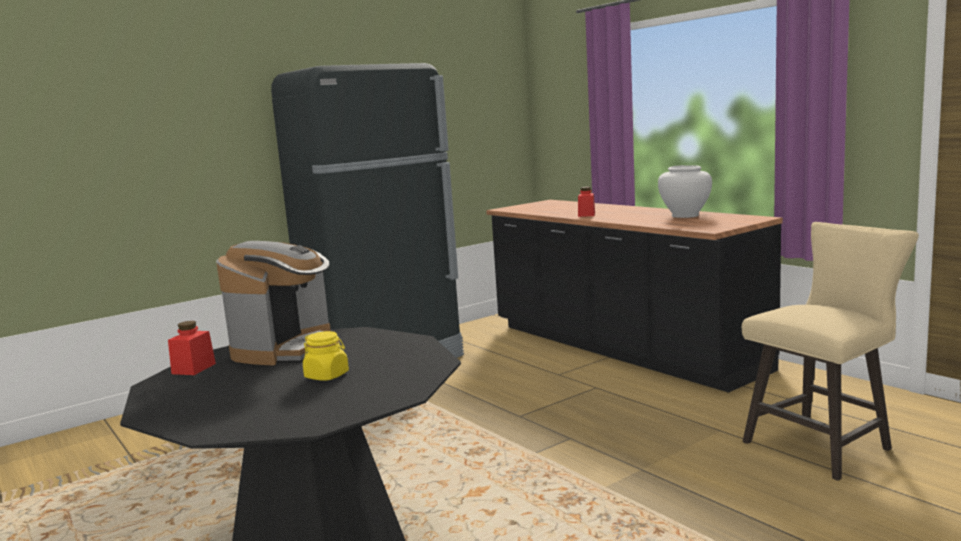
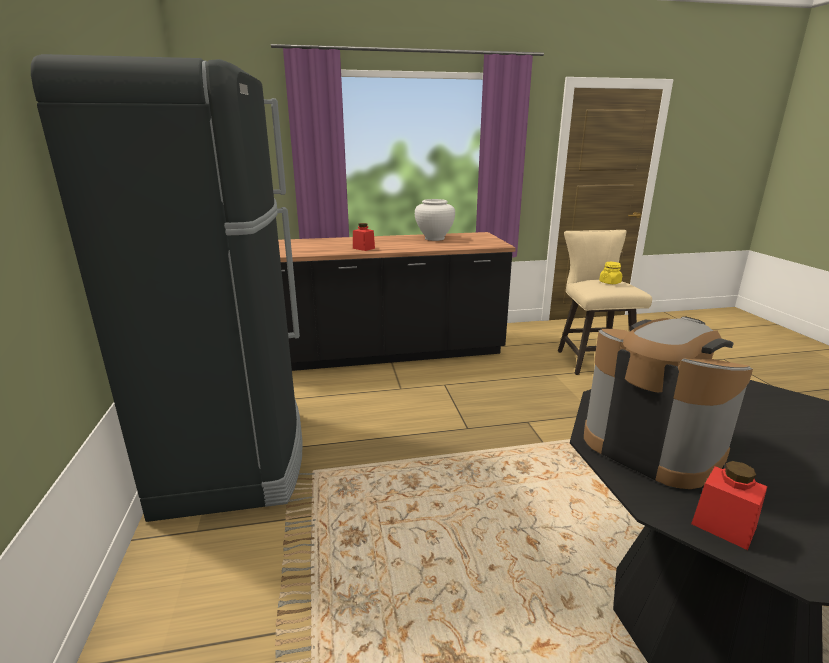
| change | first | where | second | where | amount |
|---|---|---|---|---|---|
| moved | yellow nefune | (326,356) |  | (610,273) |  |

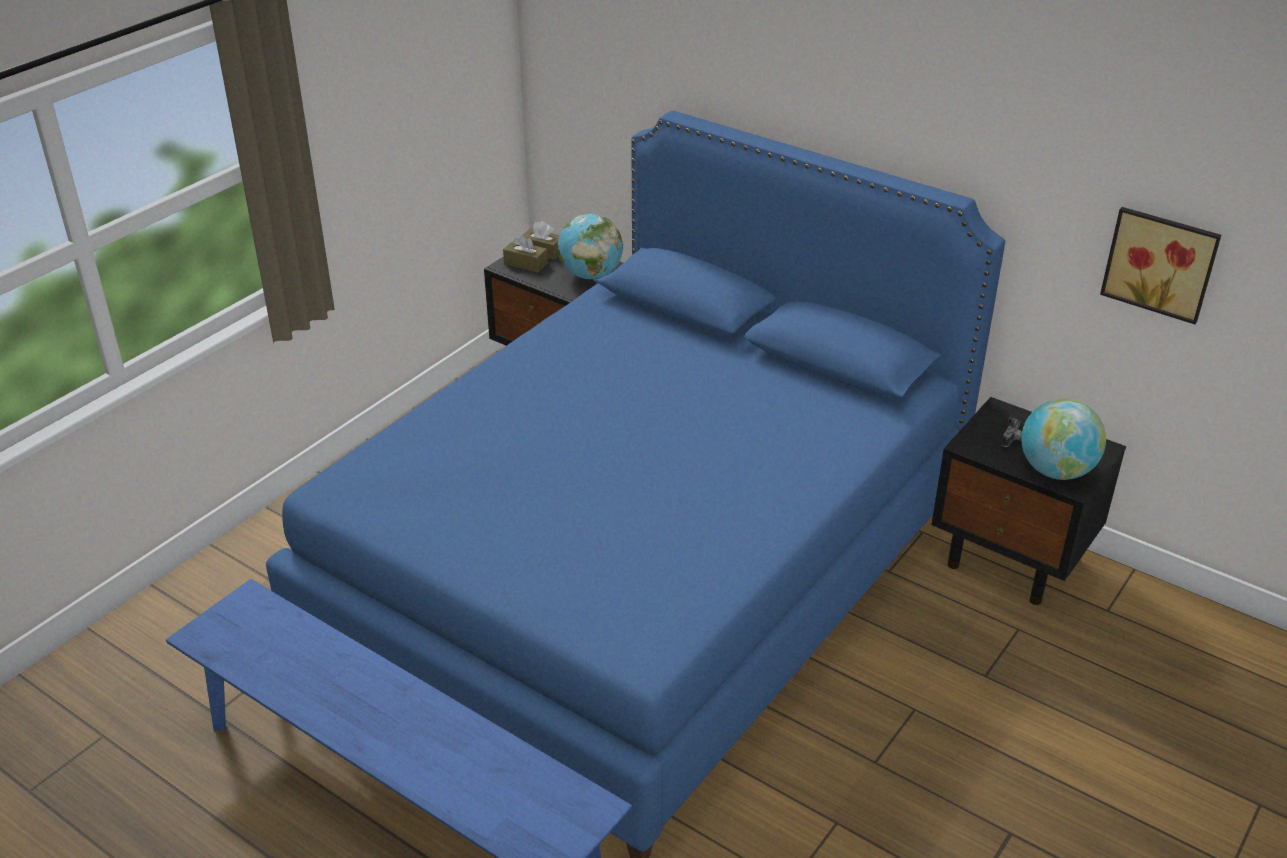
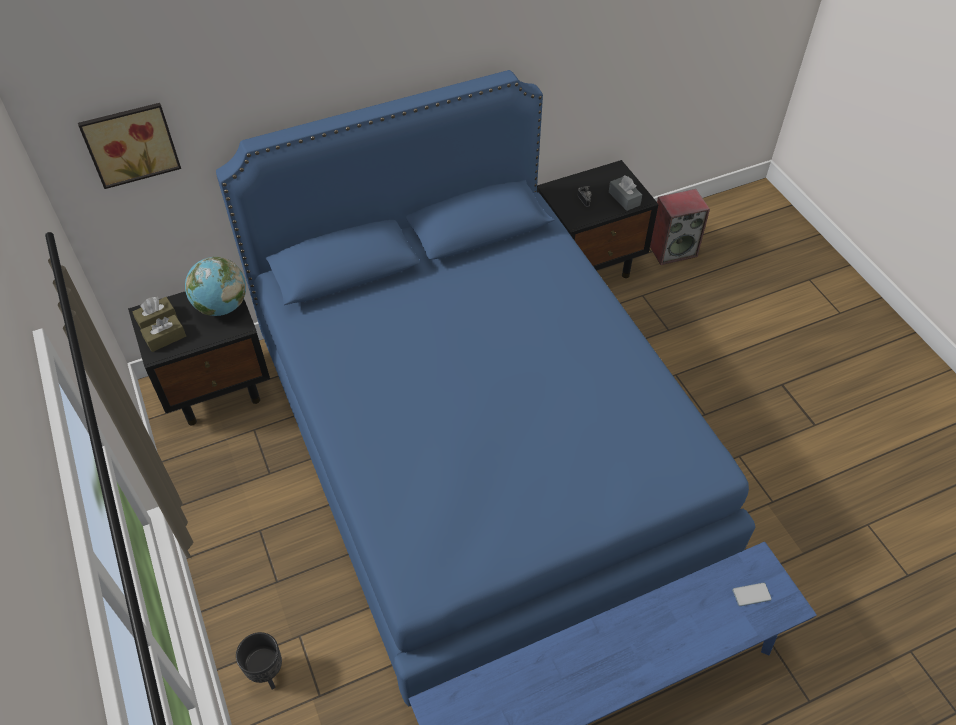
| change | first | where | second | where | amount |
|---|---|---|---|---|---|
| moved | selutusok | (1160,265) |  | (129,146) |  |
| replaced | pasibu | (1063,439) | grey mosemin | (625,193) |  |
| added |  |  | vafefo | (680,227) |  |
| added |  |  | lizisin | (752,594) |  |
| added |  |  | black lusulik | (259,660) |  |

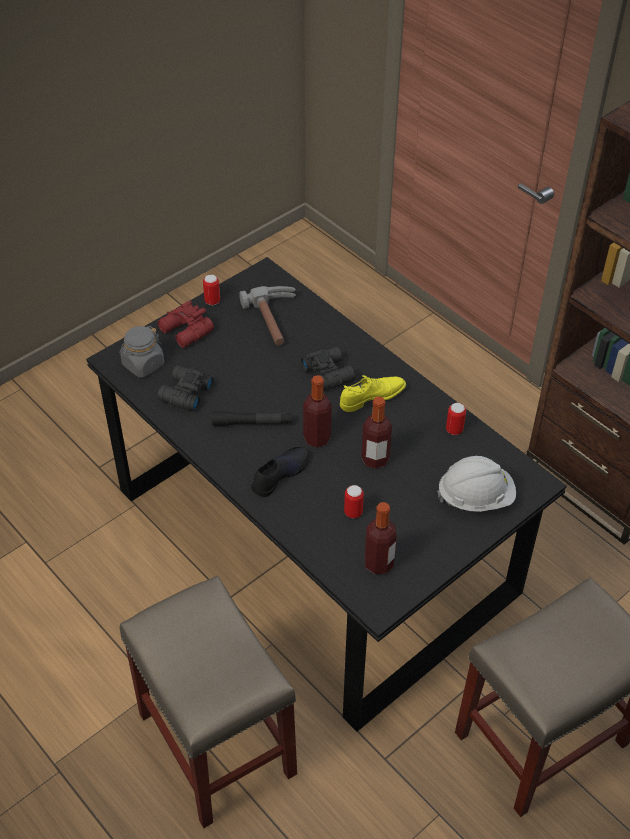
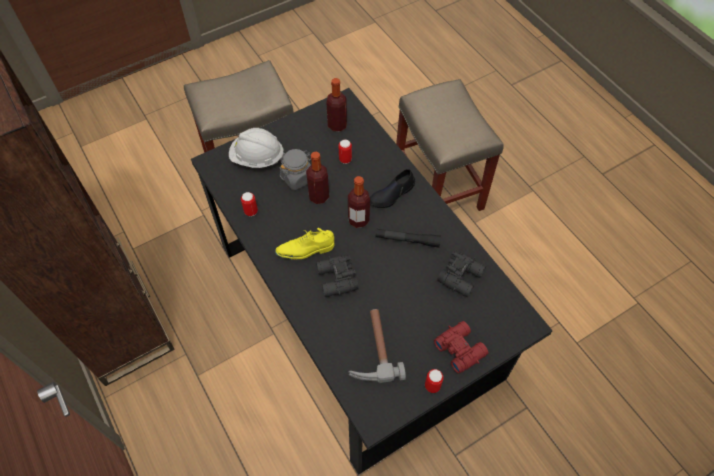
| change | first | where | second | where | amount |
|---|---|---|---|---|---|
| moved | grey nefune | (142,351) |  | (295,169) |  |

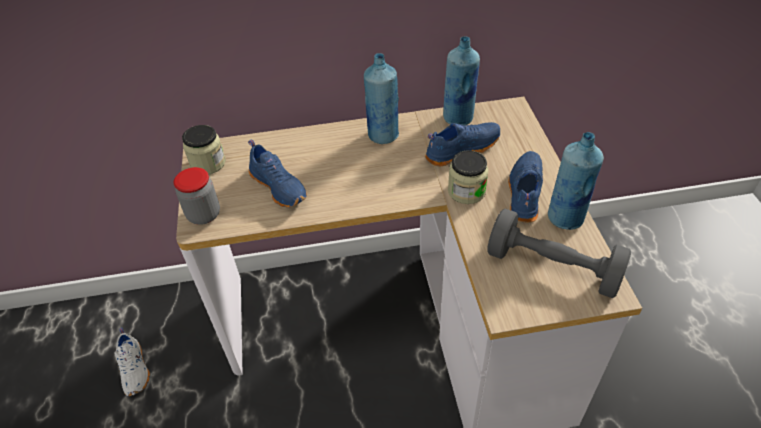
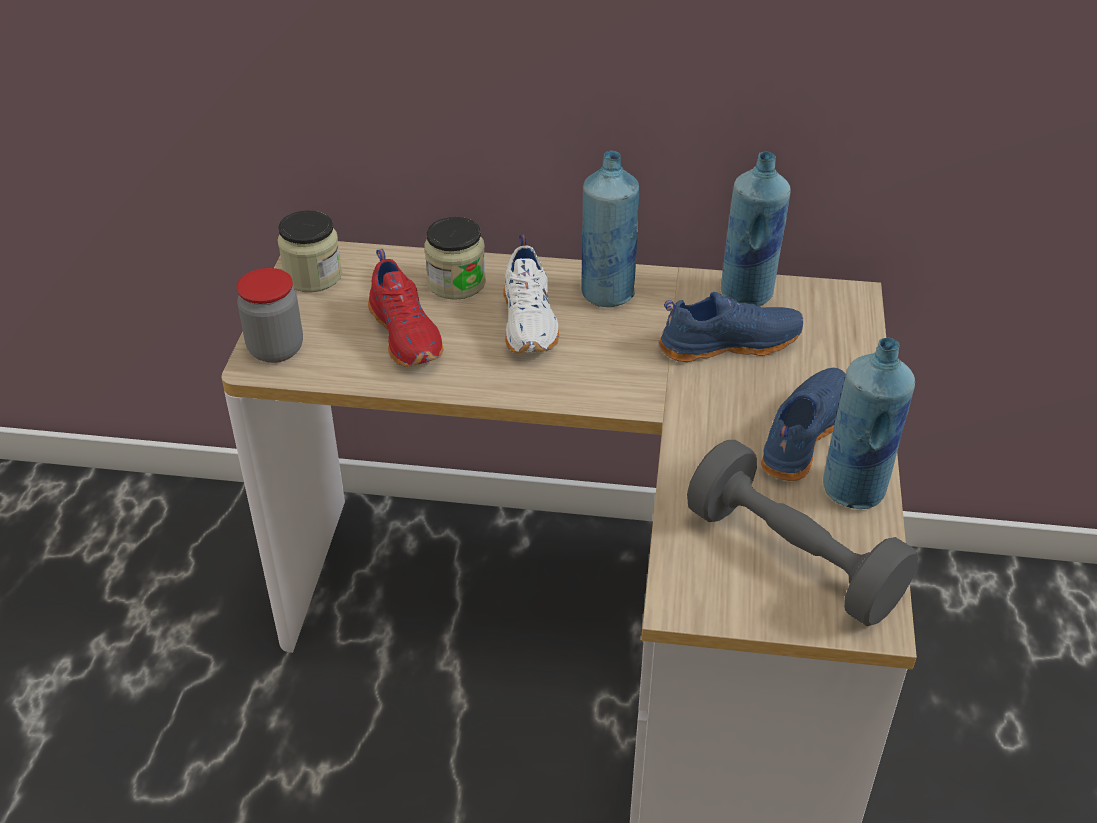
| change | first | where | second | where | amount |
|---|---|---|---|---|---|
| recoloured | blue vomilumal | (277,173) | red vomilumal | (406,308) |  |
| moved | nefune | (468,177) |  | (455,258) |  |
| moved | white vomilumal | (132,362) |  | (531,294) |  |

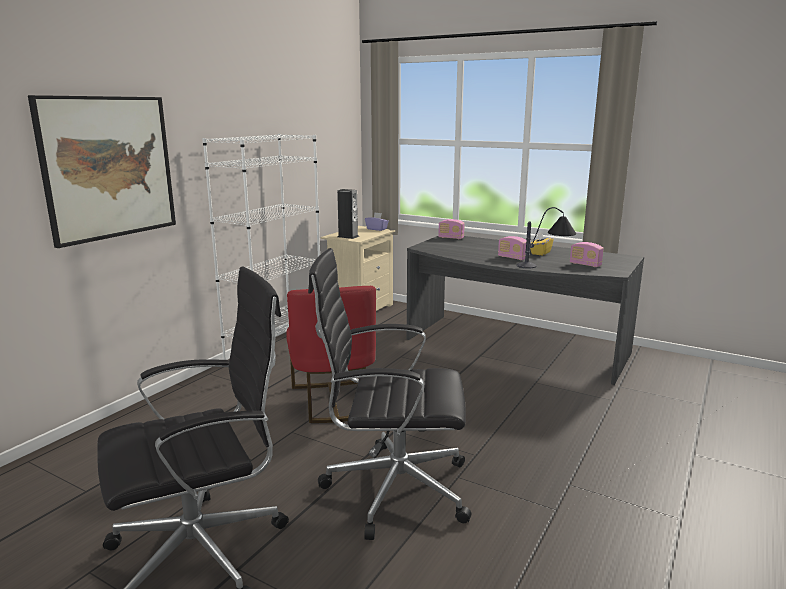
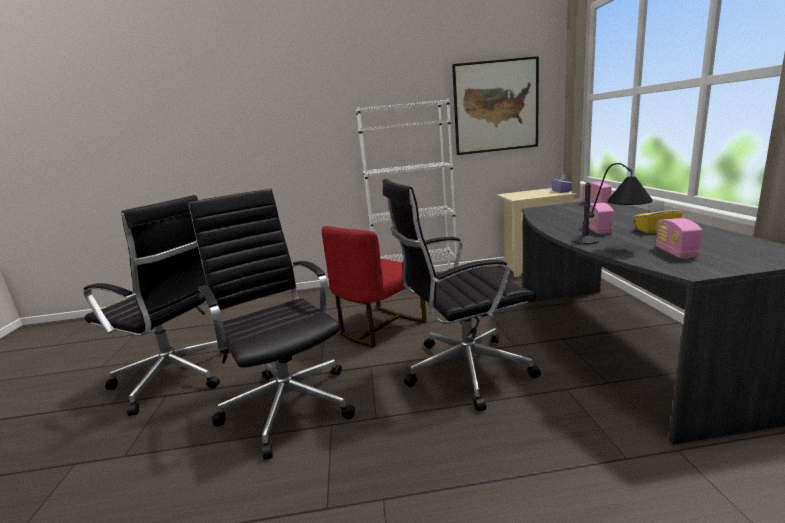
| change | first | where | second | where | amount |
|---|---|---|---|---|---|
| moved | selutusok | (102,171) |  | (495,105) |  |
| removed | vafefo | (348,214) |  |  |  |
| added |  |  | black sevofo | (462,295) |  |

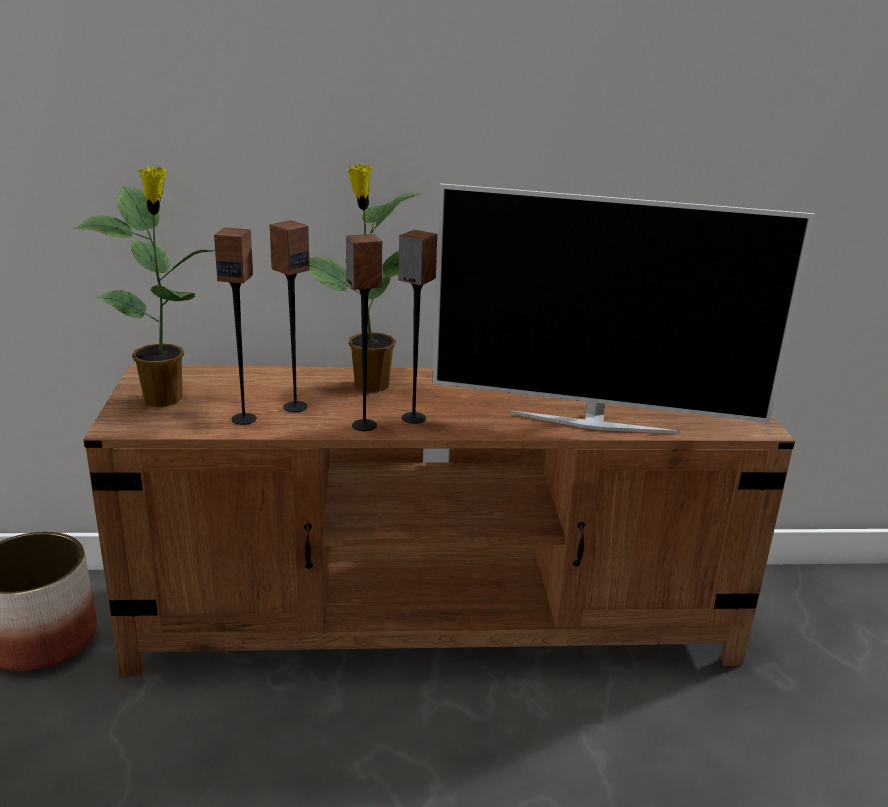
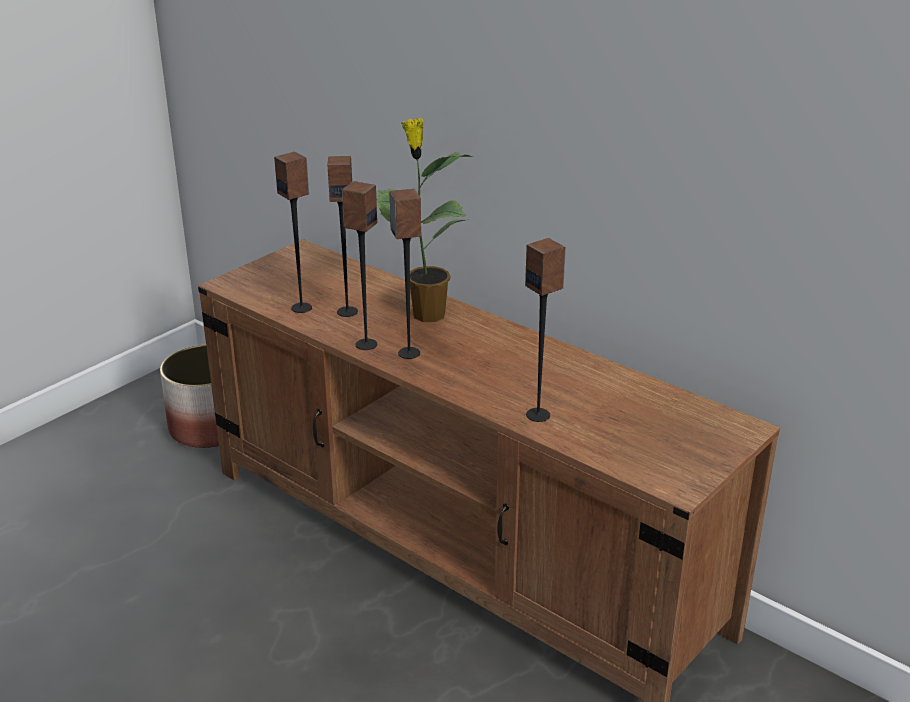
| change | first | where | second | where | amount |
|---|---|---|---|---|---|
| removed | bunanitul | (144,286) |  |  |  |
| replaced | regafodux | (623,308) | vafefo | (545,330) |  |

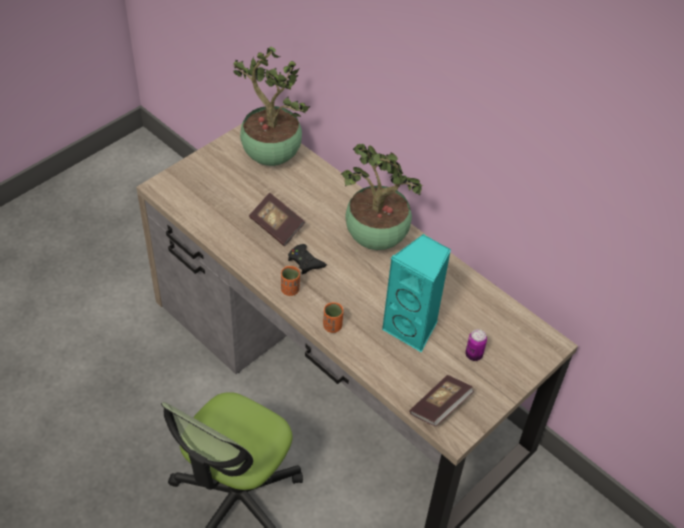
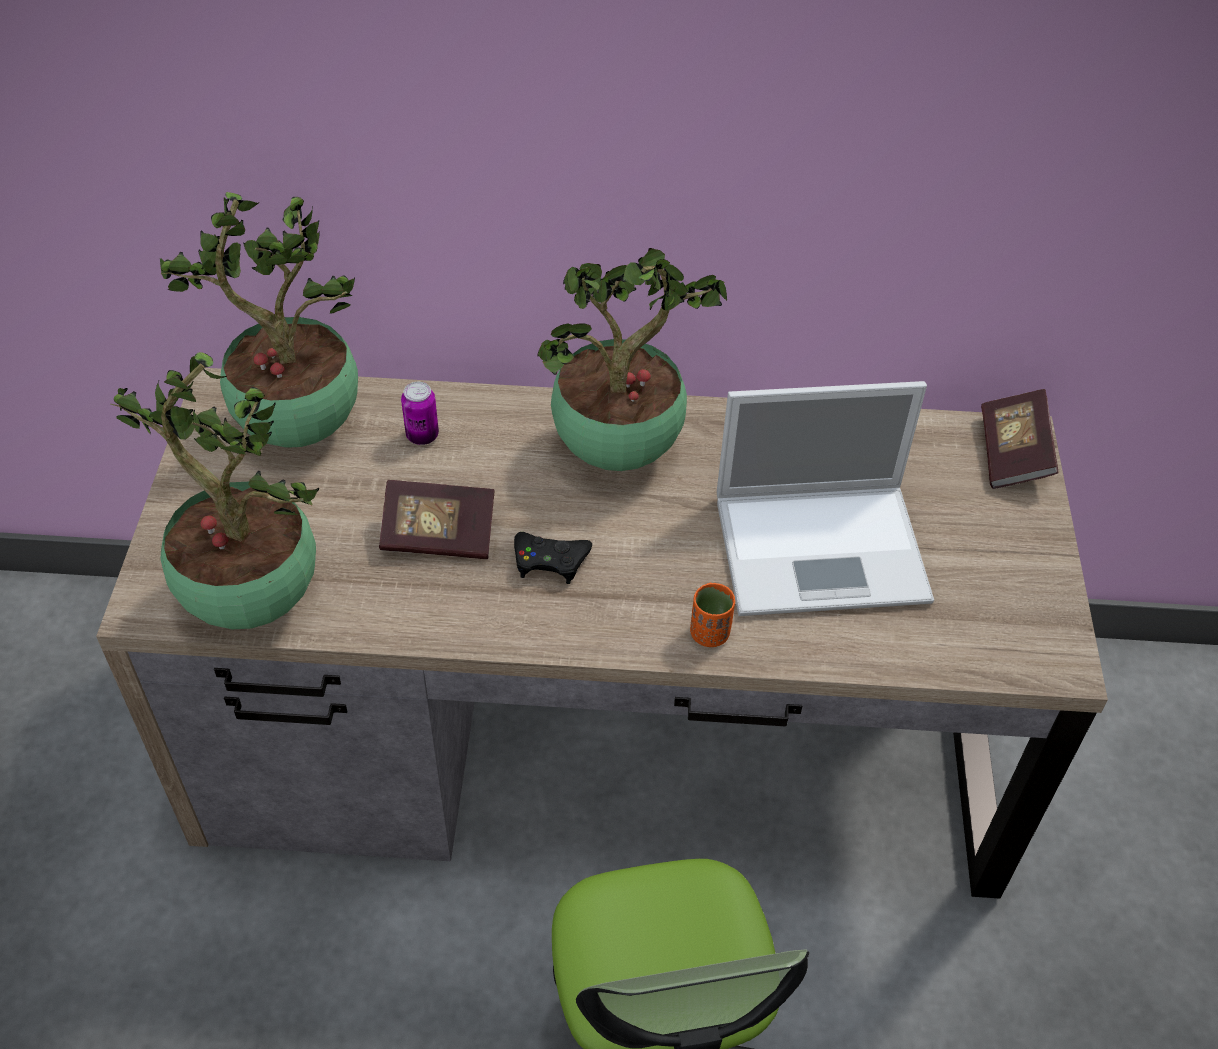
| change | first | where | second | where | amount |
|---|---|---|---|---|---|
| replaced | turquoise vafefo | (416,293) | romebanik | (825,498) |  |
| removed | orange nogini | (290,281) |  |  |  |
| moved | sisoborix | (476,345) |  | (420,413) |  |
| moved | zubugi | (442,401) |  | (1019,439) |  |
| added |  |  | bunanitul | (214,490) |  |

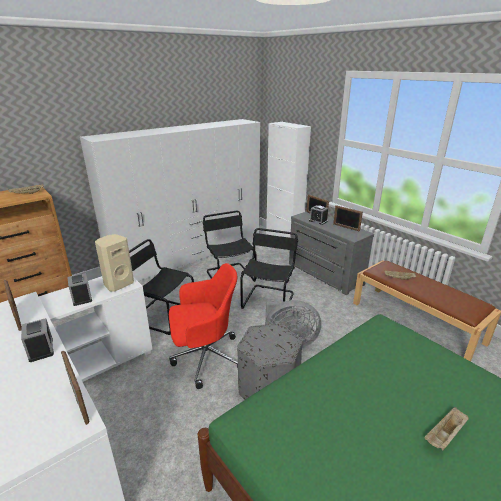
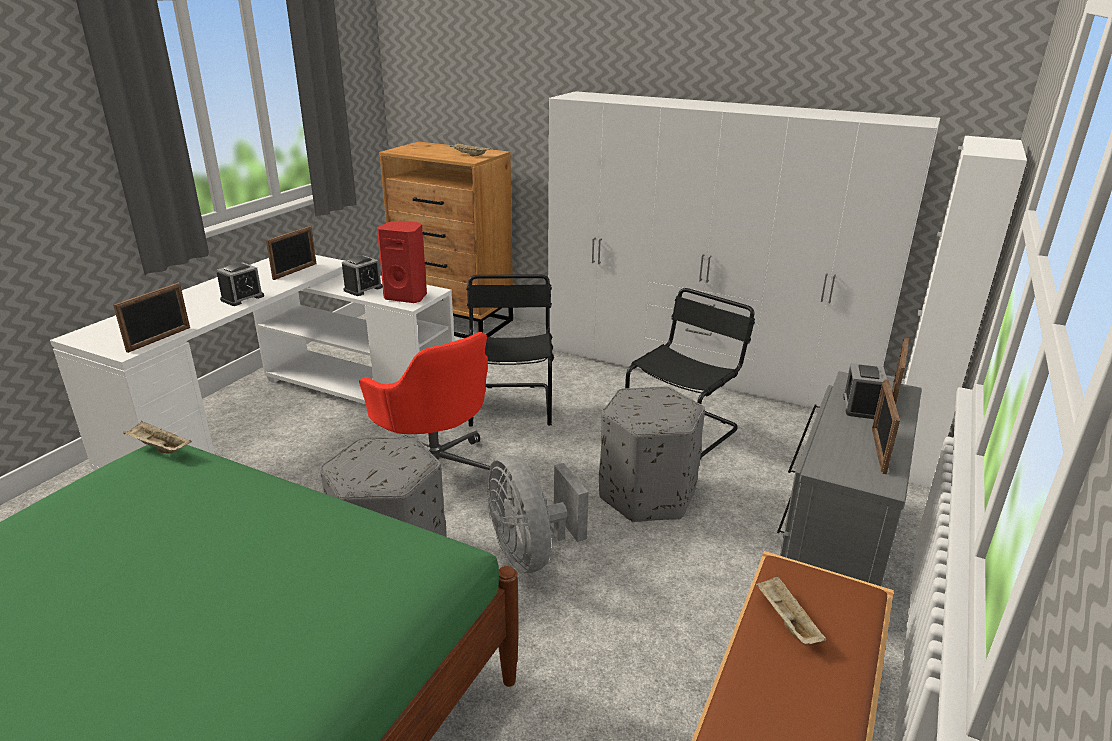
| change | first | where | second | where | amount |
|---|---|---|---|---|---|
| replaced | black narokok | (269,268) | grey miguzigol | (652,455) |  |
| recoloured | beige vafefo | (114,263) | red vafefo | (402,262) |  |
| moved | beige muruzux | (446,428) |  | (157,437) |  |

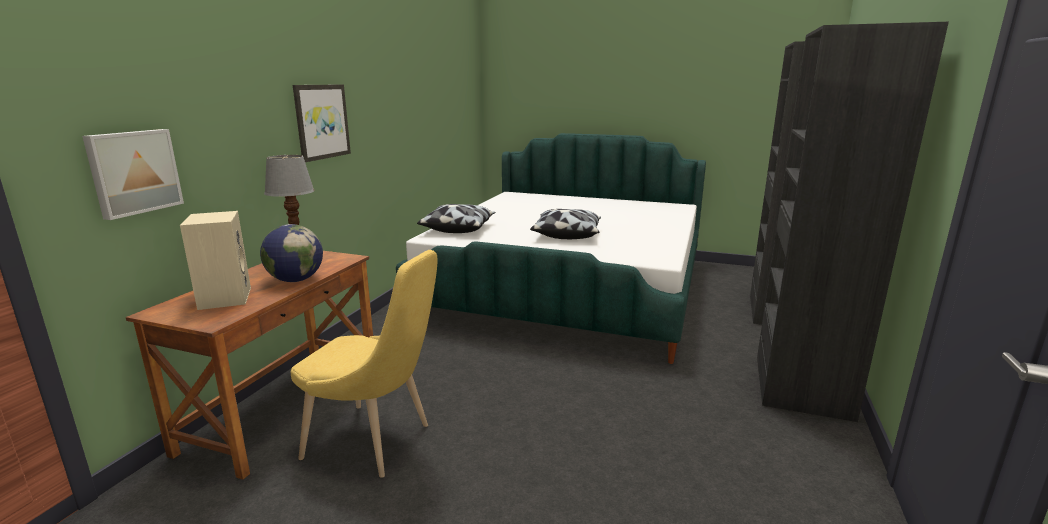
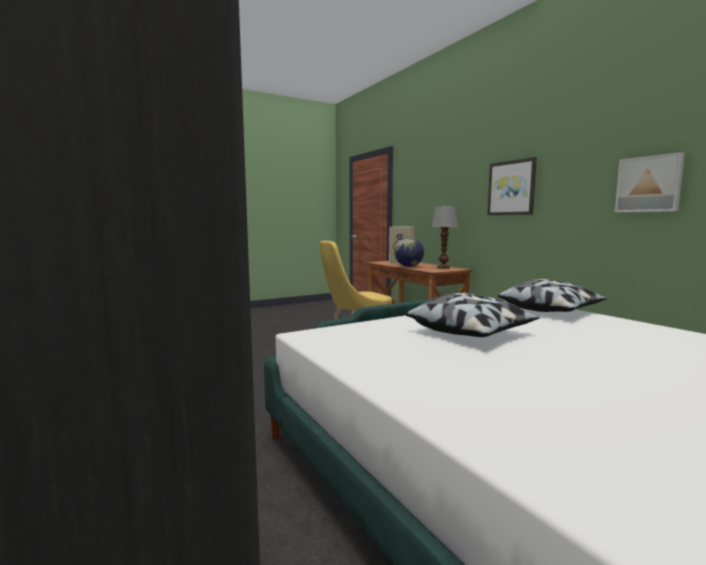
| change | first | where | second | where | amount |
|---|---|---|---|---|---|
| moved | selutusok | (133,174) |  | (650,182) |  |

